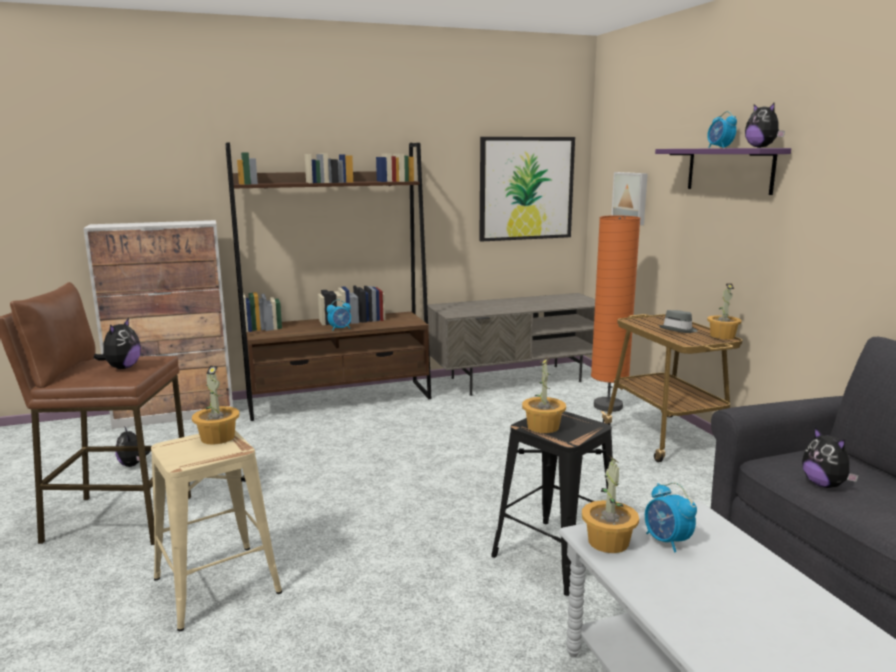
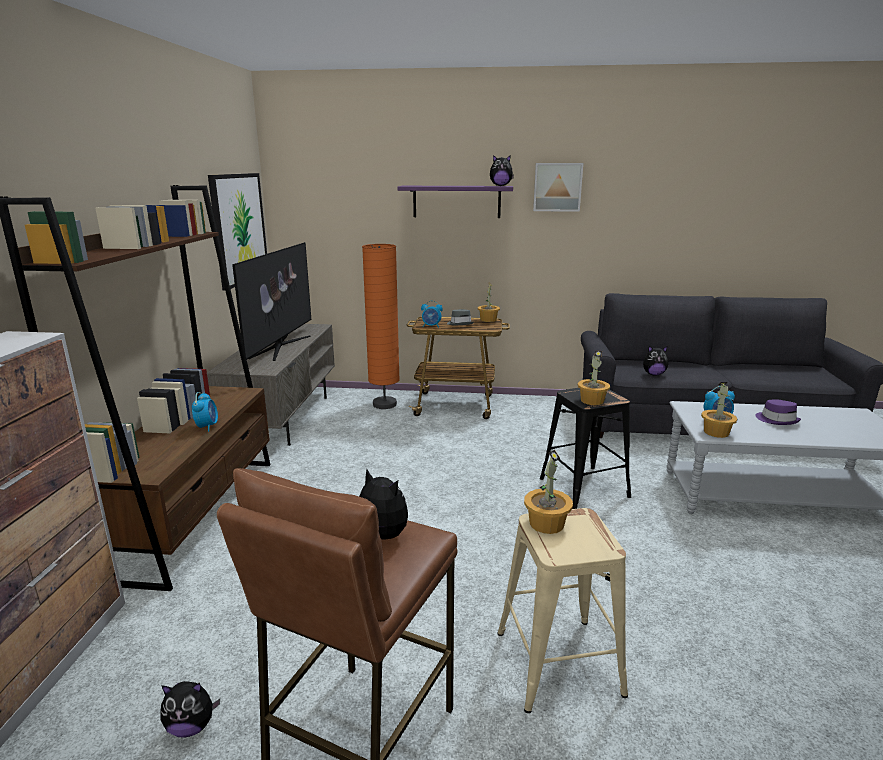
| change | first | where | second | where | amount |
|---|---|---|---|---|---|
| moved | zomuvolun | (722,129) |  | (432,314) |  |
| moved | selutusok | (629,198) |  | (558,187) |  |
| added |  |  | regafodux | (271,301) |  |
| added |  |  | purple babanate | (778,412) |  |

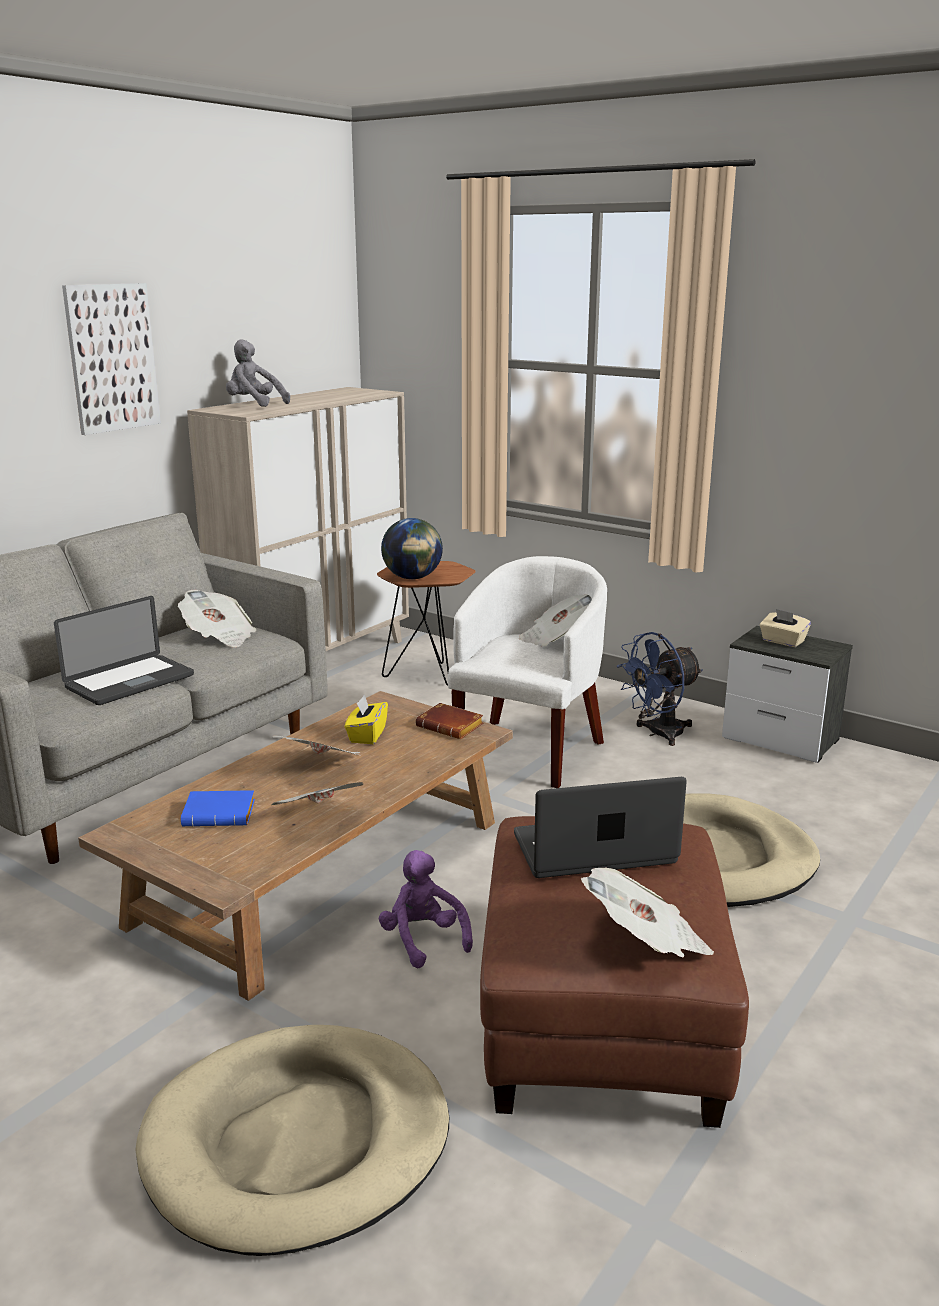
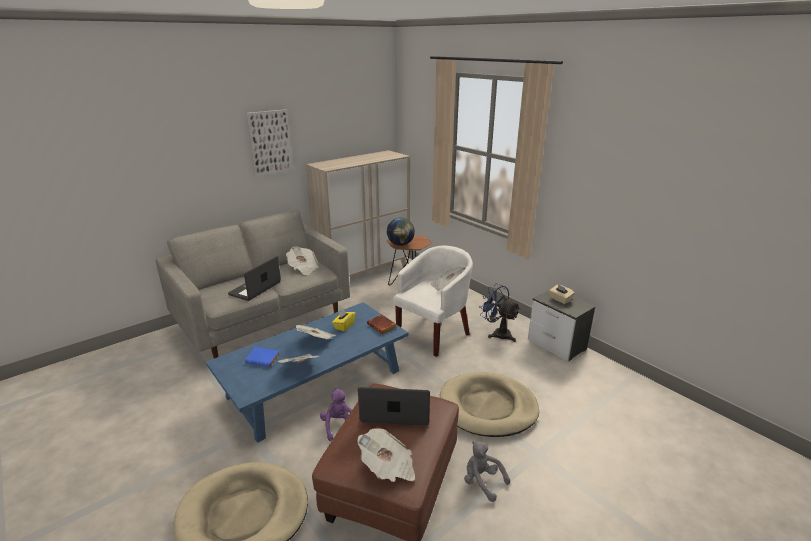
| change | first | where | second | where | amount |
|---|---|---|---|---|---|
| moved | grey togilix | (258,373) |  | (487,471) |  |
| turned | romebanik | (124,650) |  | (254,278) | 150 degrees clockwise |
| turned | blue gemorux | (660,689) |  | (499,312) | 60 degrees clockwise |
| recoloured | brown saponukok | (295,846) | blue saponukok | (307,372) |  |

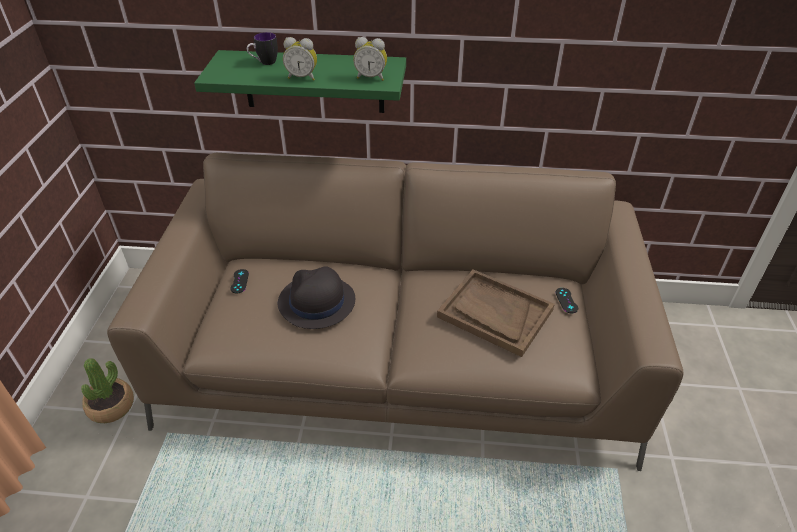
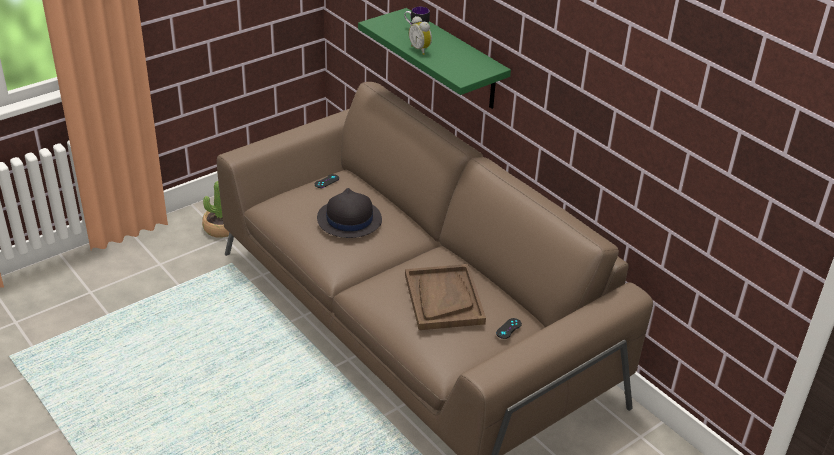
| change | first | where | second | where | amount |
|---|---|---|---|---|---|
| removed | zomuvolun | (370,59) |  |  |  |

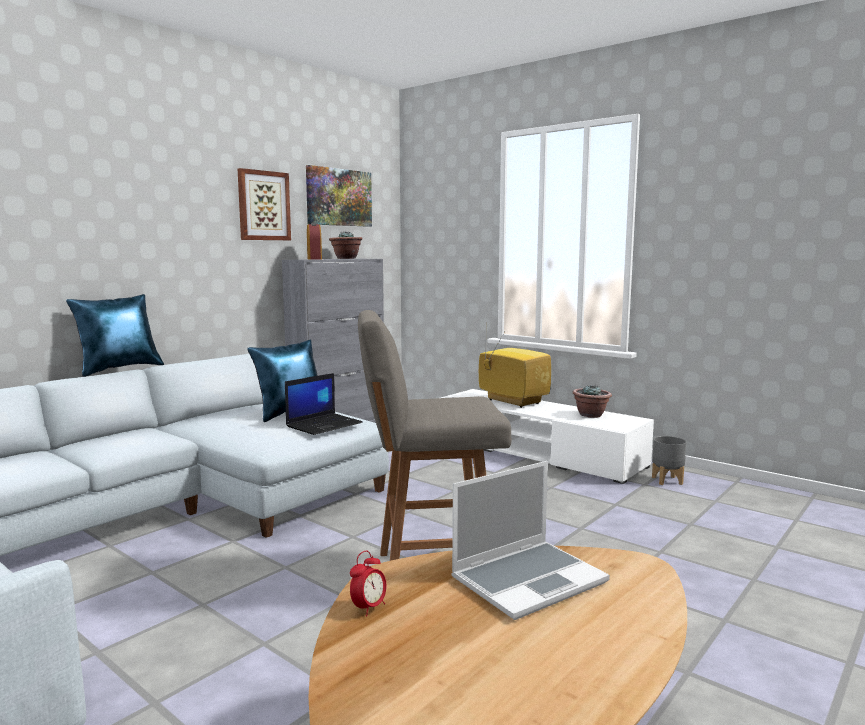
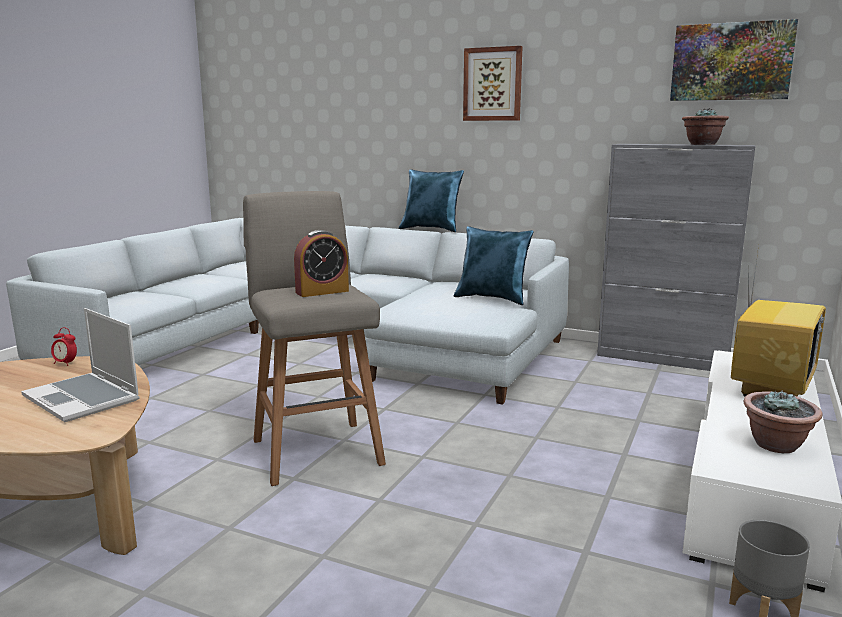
| change | first | where | second | where | amount |
|---|---|---|---|---|---|
| moved | selutusok | (264,204) |  | (493,83) |  |
| moved | zomuvolun | (314,241) |  | (321,263) |  |
| removed | romebanik | (324,404) |  |  |  |

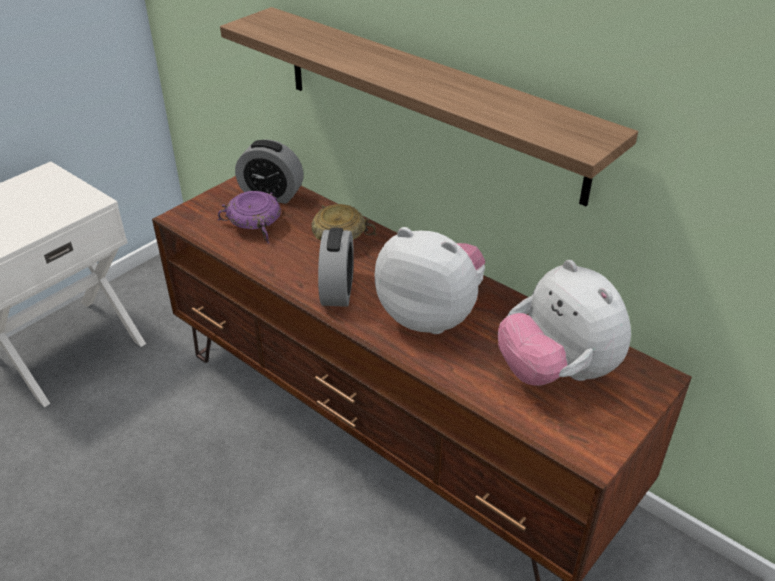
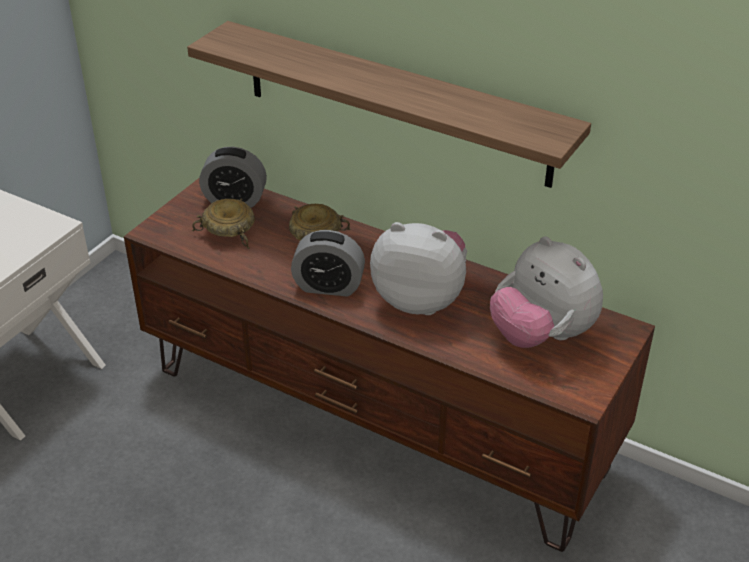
| change | first | where | second | where | amount |
|---|---|---|---|---|---|
| recoloured | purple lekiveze | (249,217) | beige lekiveze | (223,224) |  |
| turned | zomuvolun | (336,267) |  | (328,263) | 105 degrees clockwise |

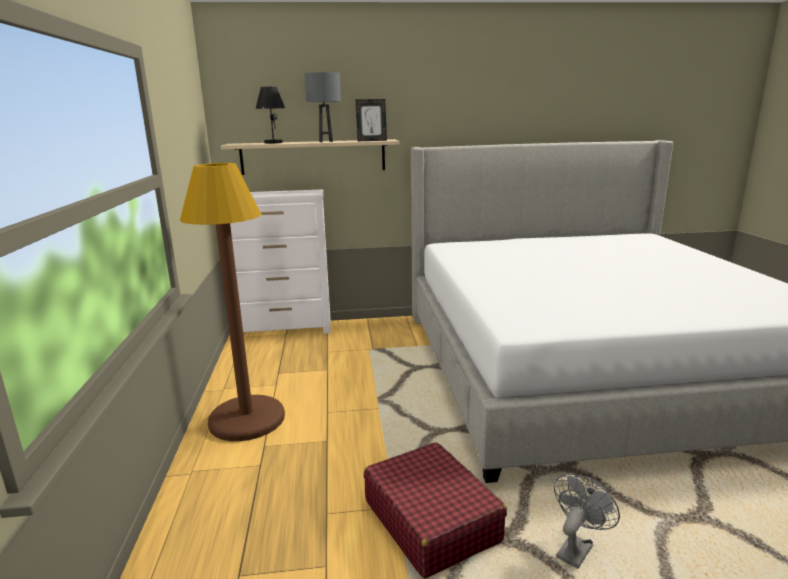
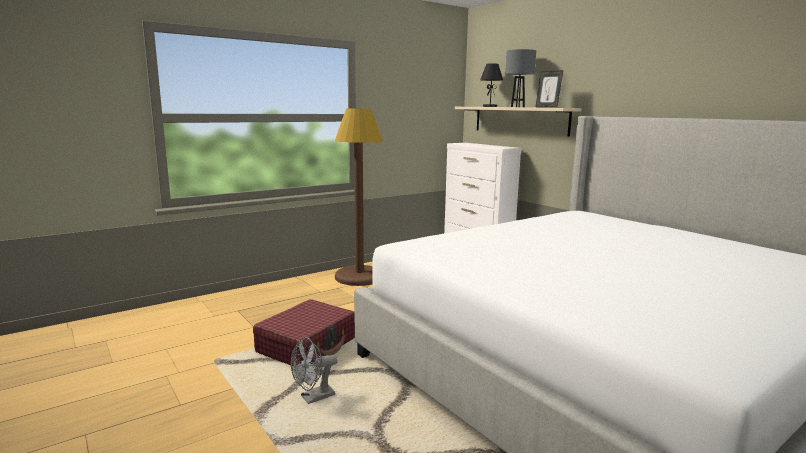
| change | first | where | second | where | amount |
|---|---|---|---|---|---|
| turned | grey gemorux | (587,521) |  | (314,370) | 135 degrees clockwise |

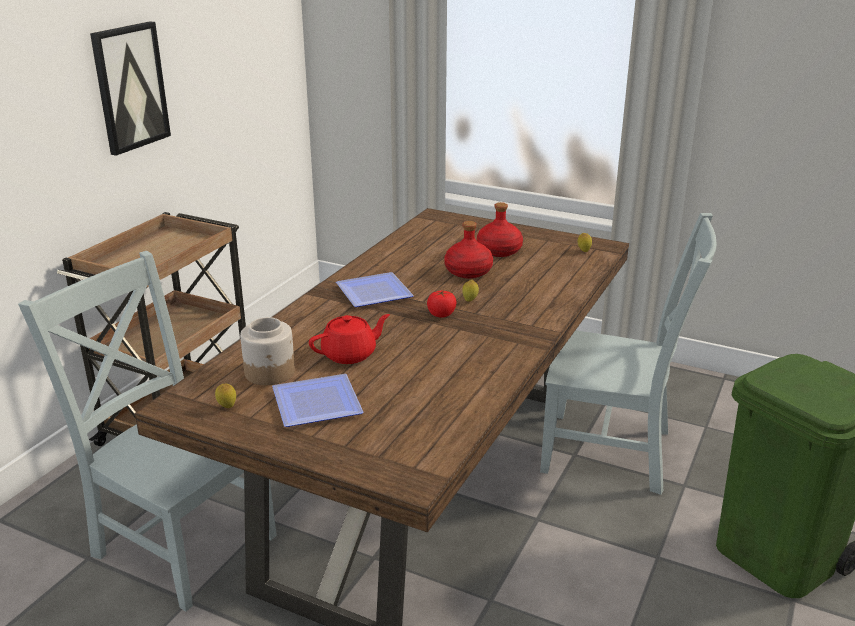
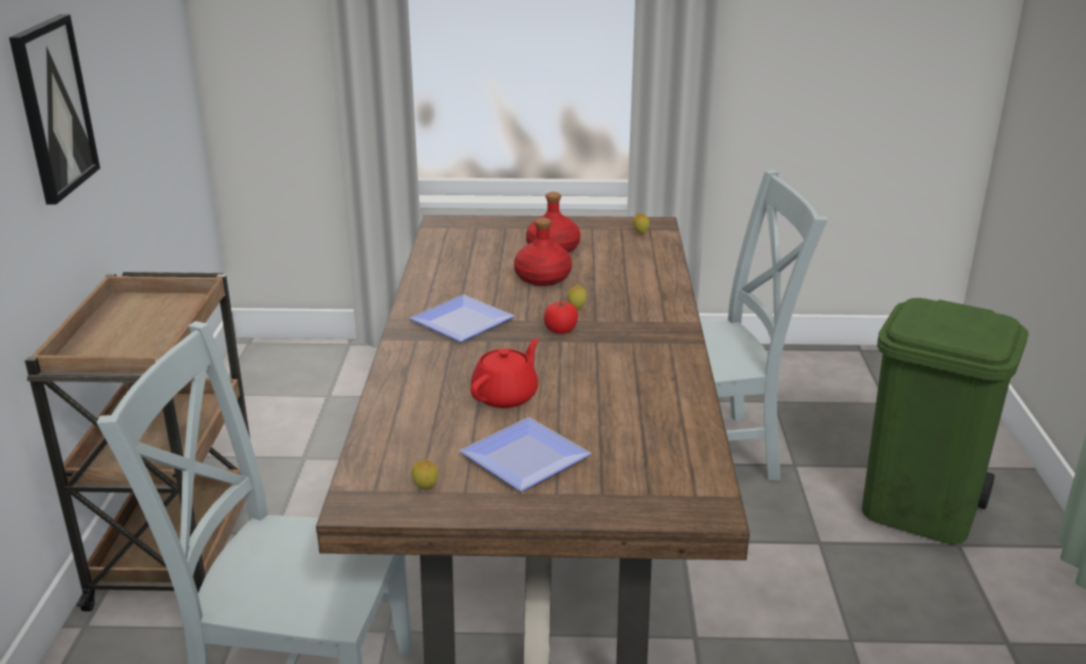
| change | first | where | second | where | amount |
|---|---|---|---|---|---|
| removed | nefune | (267,351) |  |  |  |

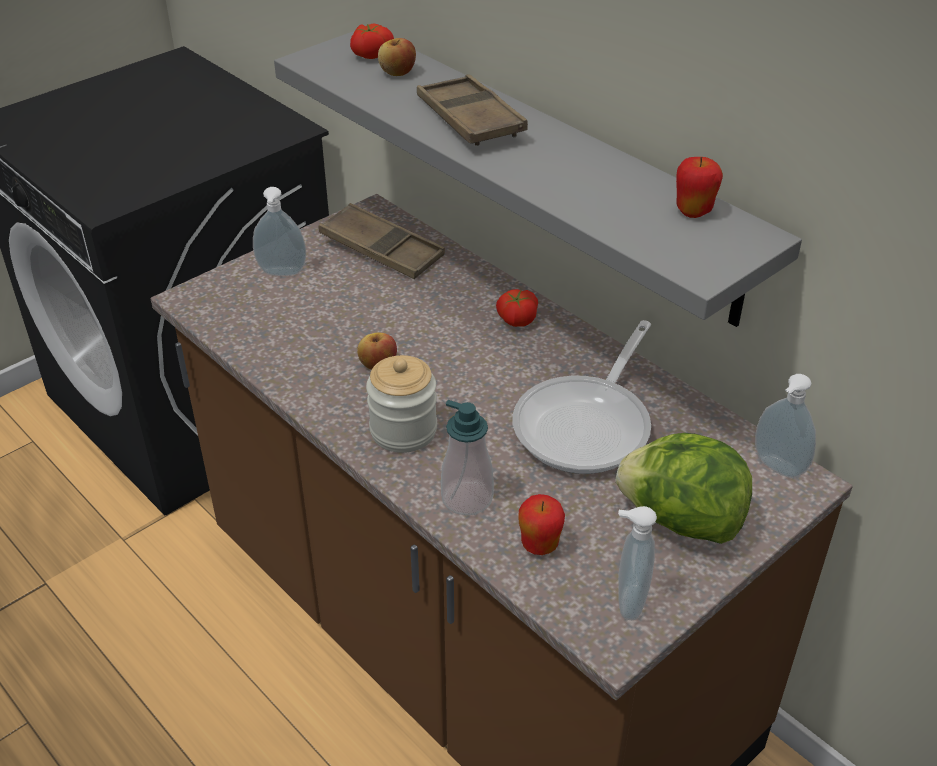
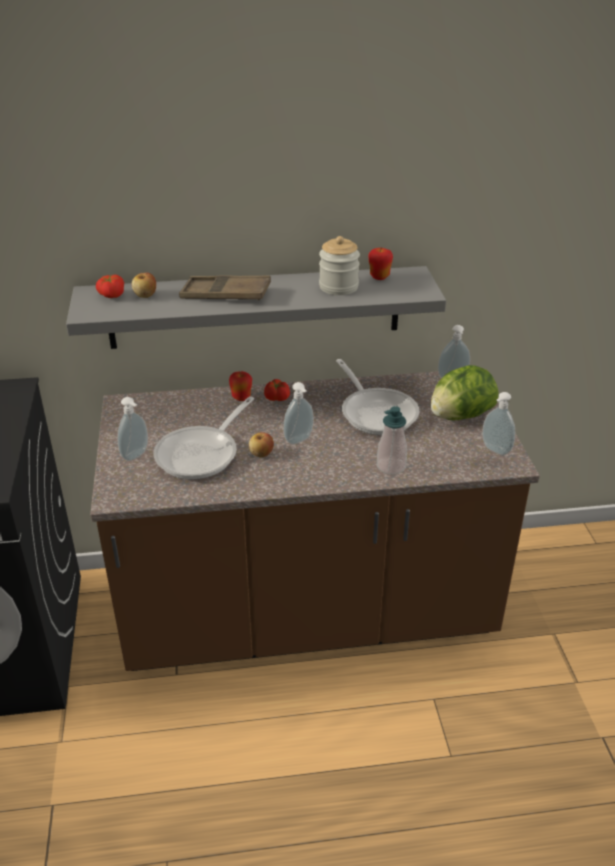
| change | first | where | second | where | amount |
|---|---|---|---|---|---|
| removed | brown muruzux | (382,241) |  |  |  |
| moved | nefune | (401,404) |  | (339,265) |  |
| moved | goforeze | (541,524) |  | (240,386) |  |
| added |  |  | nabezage | (298,413) |  |
| added |  |  | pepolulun | (203,438) |  |

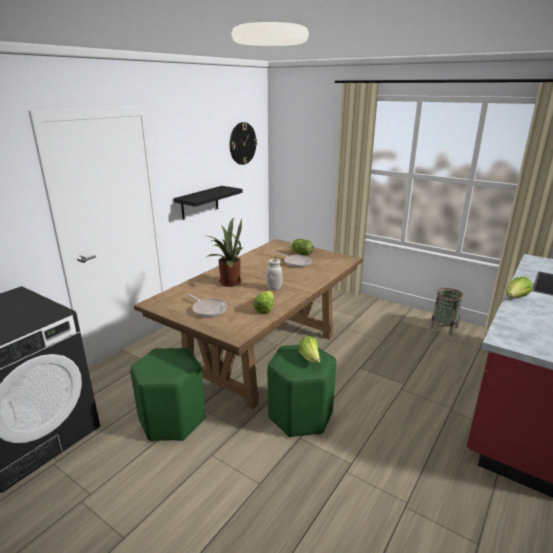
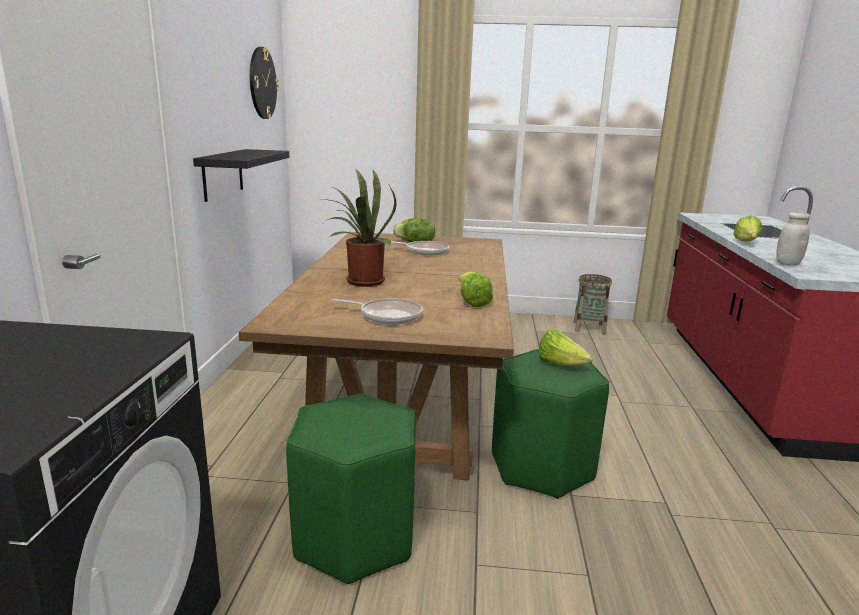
| change | first | where | second | where | amount |
|---|---|---|---|---|---|
| moved | white nefune | (274,274) |  | (793,239) |  |

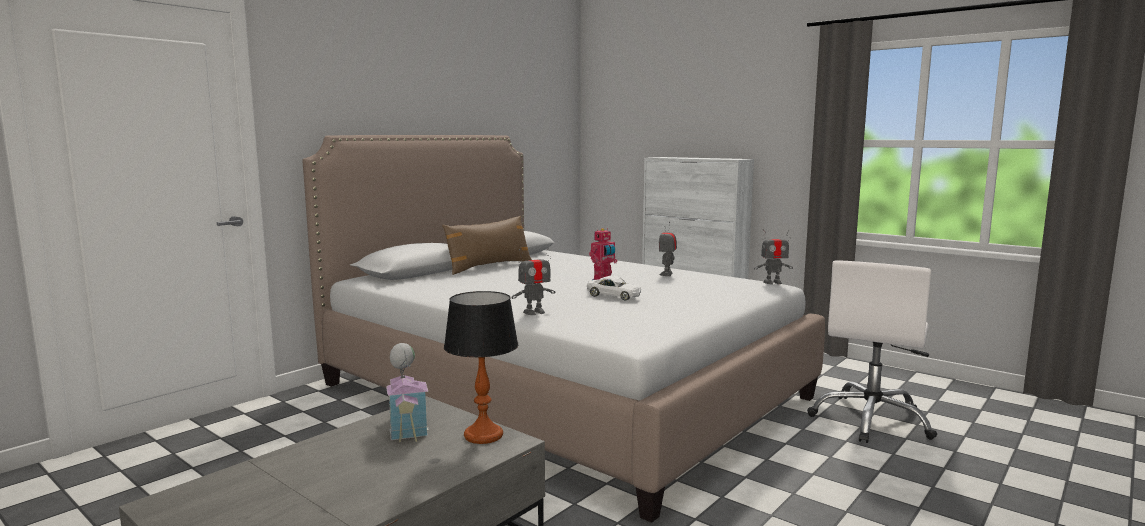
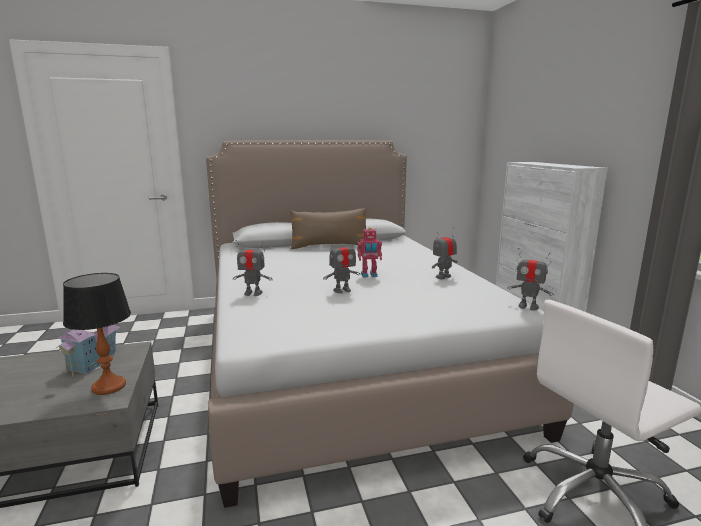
| change | first | where | second | where | amount |
|---|---|---|---|---|---|
| replaced | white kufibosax | (614,288) | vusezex | (341,265) |  |

